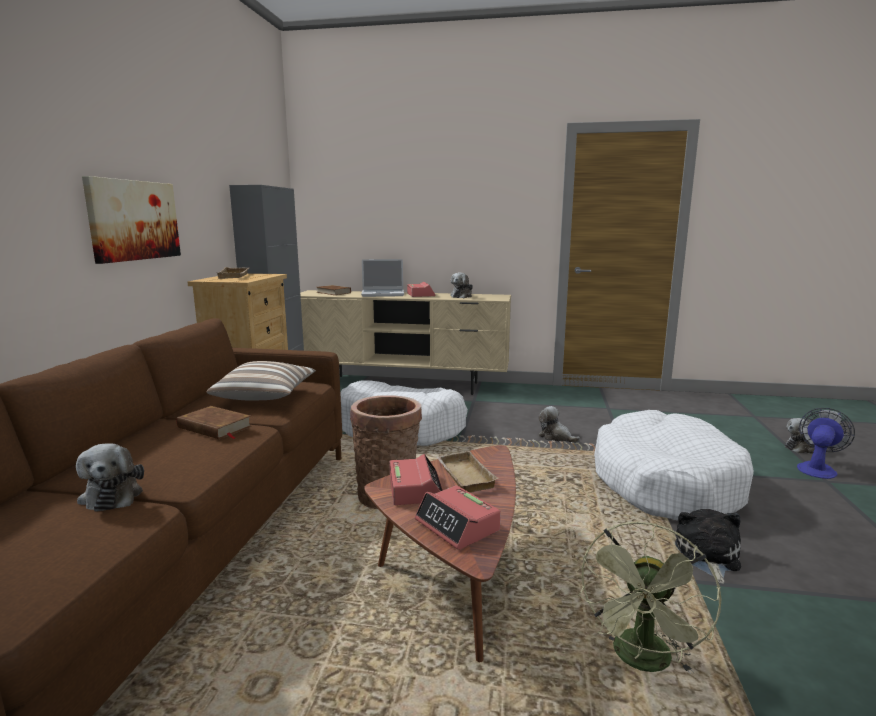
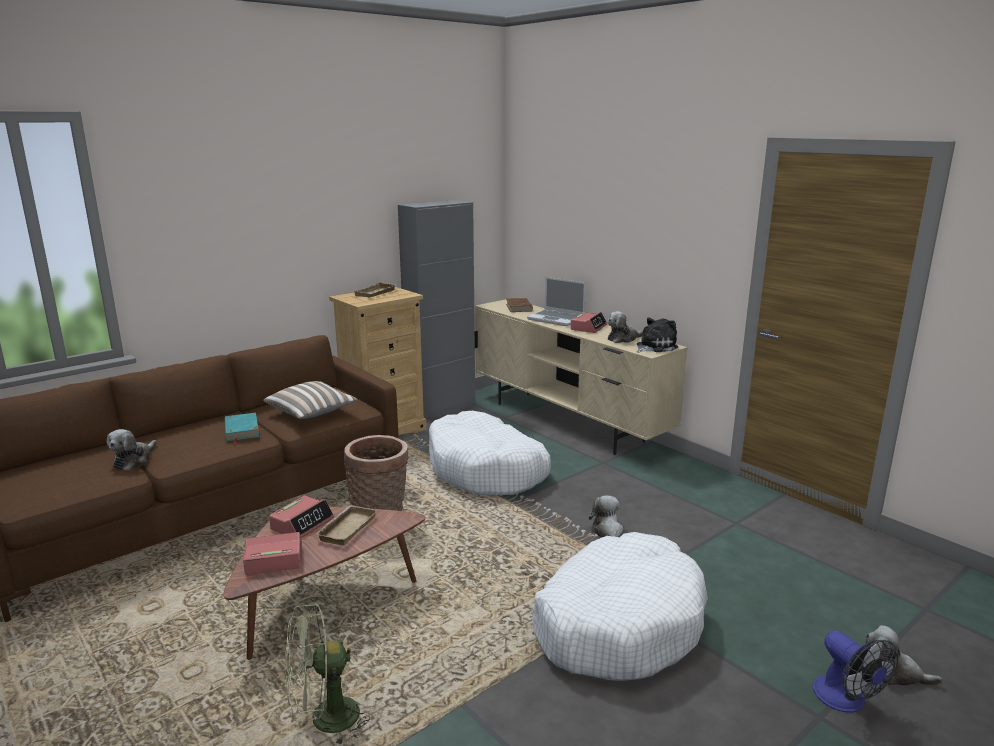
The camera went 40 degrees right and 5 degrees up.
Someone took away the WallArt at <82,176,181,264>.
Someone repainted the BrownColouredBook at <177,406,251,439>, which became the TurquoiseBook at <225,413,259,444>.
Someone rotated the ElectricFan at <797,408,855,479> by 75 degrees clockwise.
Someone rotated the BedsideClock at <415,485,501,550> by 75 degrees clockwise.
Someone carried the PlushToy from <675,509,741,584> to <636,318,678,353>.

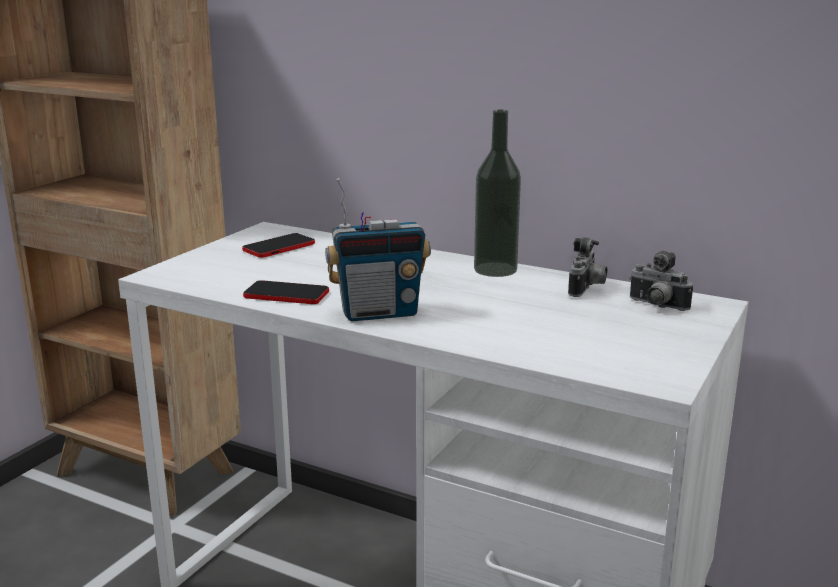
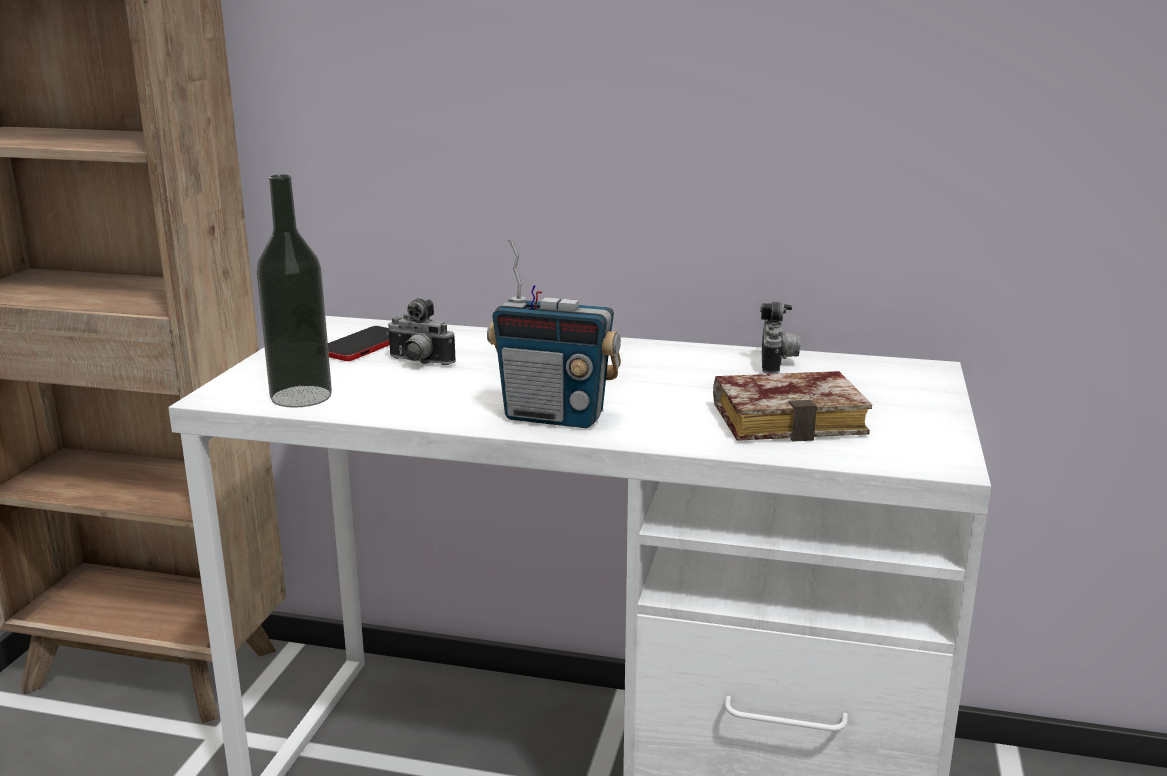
The camera went 15 degrees left and 0 degrees up.
Someone carried the DrinkBottle from <474,110,521,277> to <256,175,332,408>.
Someone rotated the Radio at <325,178,431,321> by 45 degrees clockwise.
Someone carried the StillCamera from <629,251,693,311> to <386,298,456,365>.
Someone took away the Telephone at <243,280,329,304>.
Someone put down the Book at <713,371,872,442>.

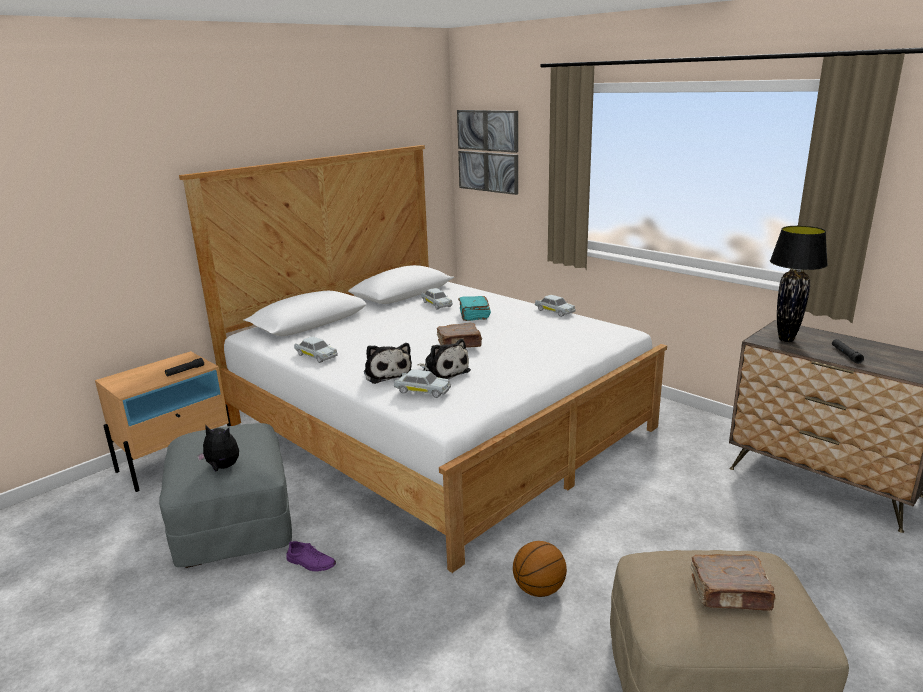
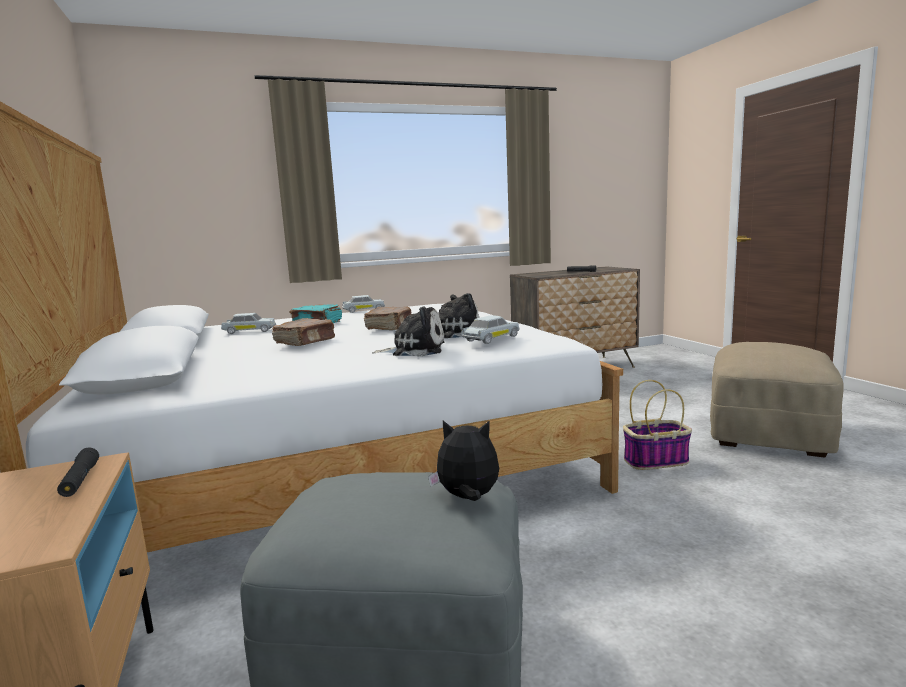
The camera went 65 degrees left and 10 degrees down.
Someone took away the WallArt at <457,110,518,195>.
Someone took away the BlackColouredTableLamp at <770,226,828,342>.
Someone took away the WhitishMiniatureCar at <294,337,338,363>.
Someone rotated the PlushToy at <197,425,239,471> by 60 degrees clockwise.
Someone took away the PurplishItemOfFootwear at <286,541,336,571>.
Someone swapped the BasketballBall at <513,541,567,597> for the StorageBasket at <623,380,692,470>.
Someone carried the BrownColouredBook from <690,554,777,611> to <272,318,335,346>.

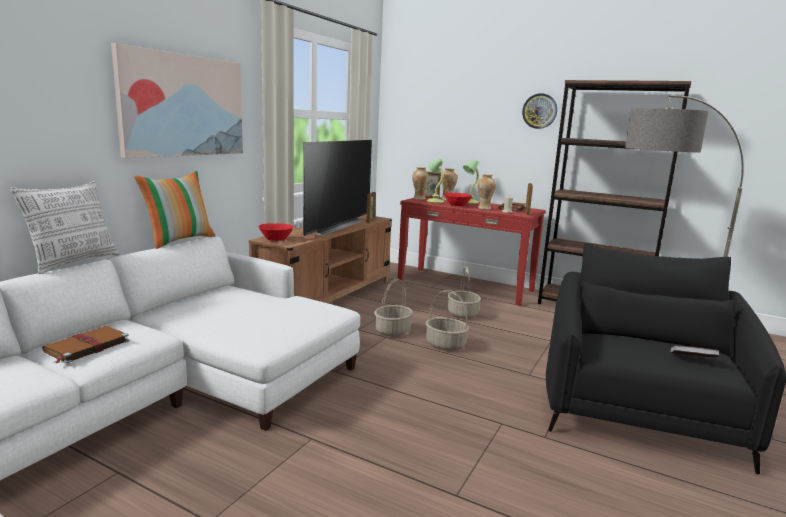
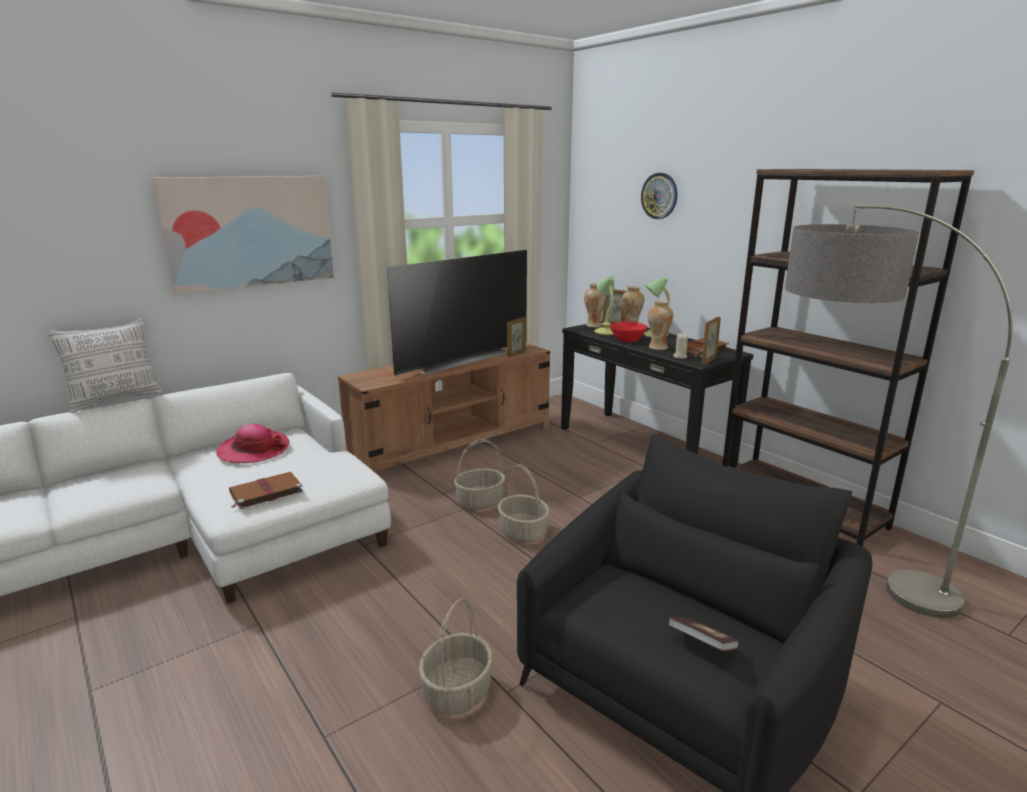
The camera went 25 degrees right and 5 degrees up.
Someone carried the WallClock from <522,93,557,129> to <641,173,677,219>.
Someone took away the Pillow at <134,171,216,249>.
Someone repainted the RedConsoleTable at <398,197,545,306>, which became the BlackColouredConsoleTable at <561,322,753,468>.
Someone took away the RedDeepDish at <259,223,294,241>.
Someone carried the StorageBasket from <448,266,481,319> to <419,598,493,715>.
Someone carried the BrownColouredBook from <42,326,129,363> to <229,472,303,509>.
Someone put down the ClothingHat at <216,424,290,463>.

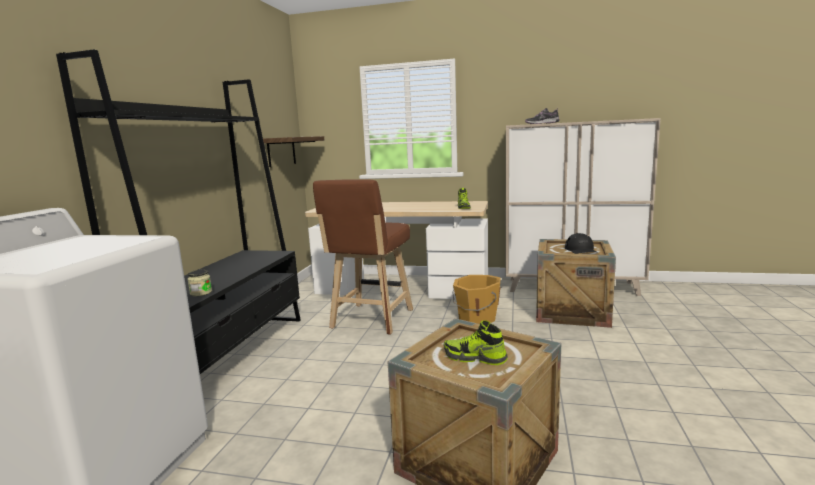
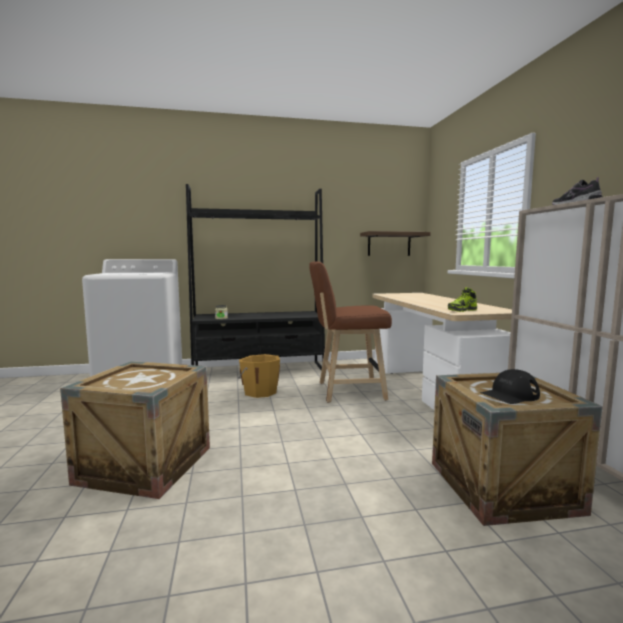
The camera went 65 degrees right and 5 degrees down.
Someone carried the OrangeWaterBucket from <452,275,501,324> to <238,354,280,398>.
Someone took away the ItemOfFootwear at <444,320,507,365>.

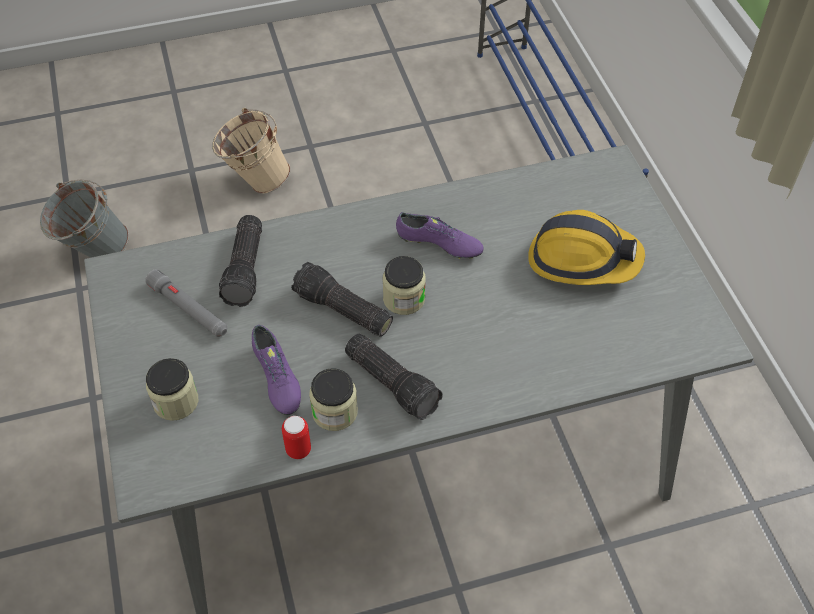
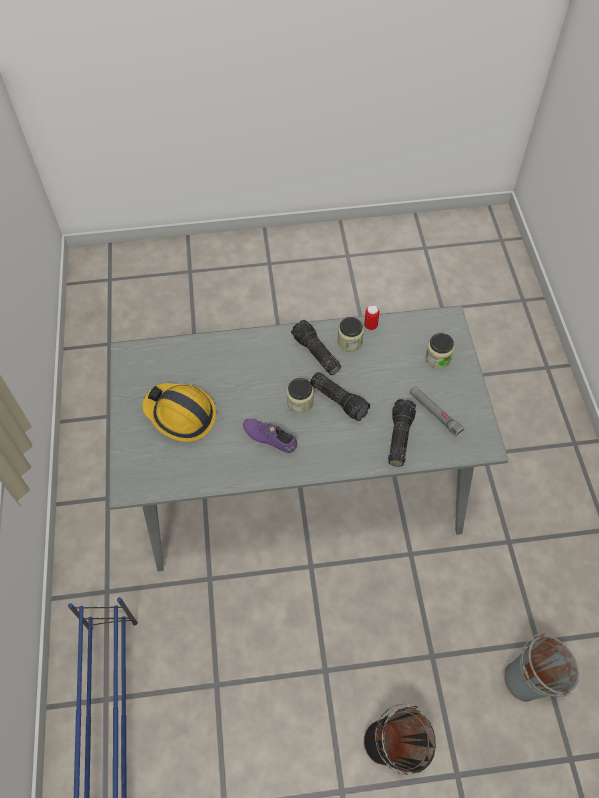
The camera went 170 degrees left and 5 degrees up.
Someone repainted the BeigeColouredWaterBucket at <212,108,291,194>, which became the BlackColouredWaterBucket at <363,704,436,775>.
Someone took away the PurplishItemOfFootwear at <252,325,301,415>.

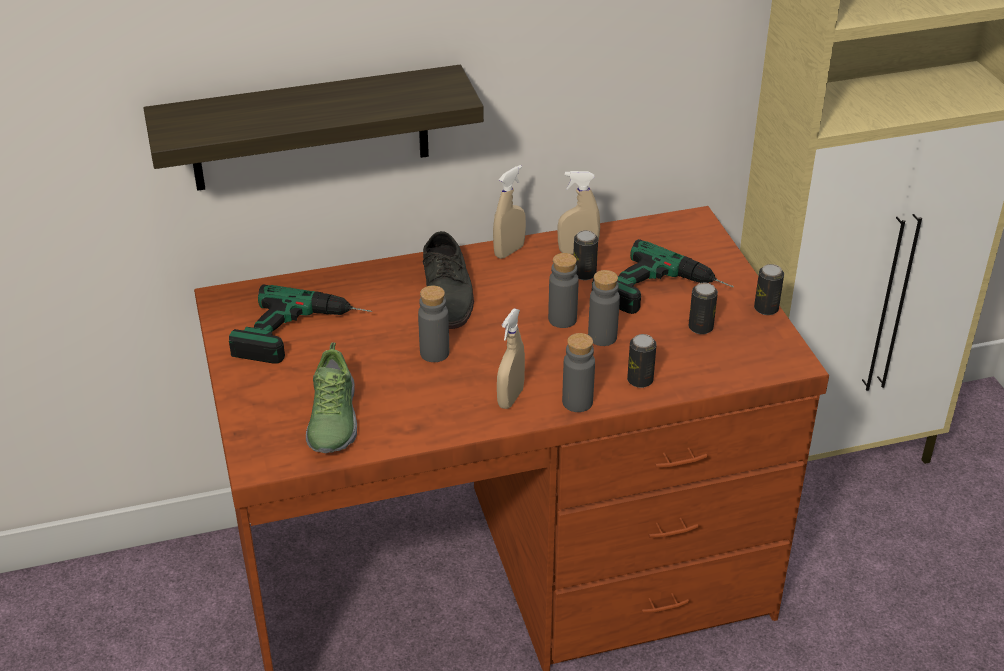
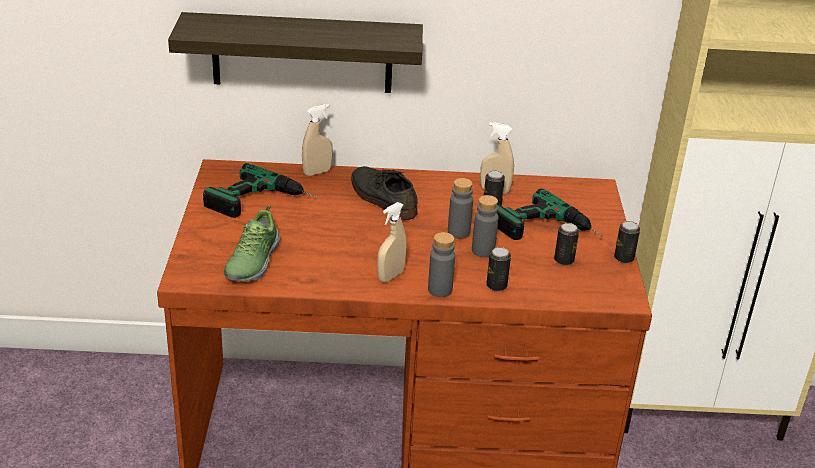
The camera went 15 degrees right and 5 degrees down.
Someone carried the BeigeColouredSprayBottle from <493,165,526,259> to <302,104,333,176>.
Someone rotated the GreyItemOfFootwear at <423,231,474,329> by 135 degrees clockwise.
Someone took away the GreyDrinkBottle at <418,286,449,362>.

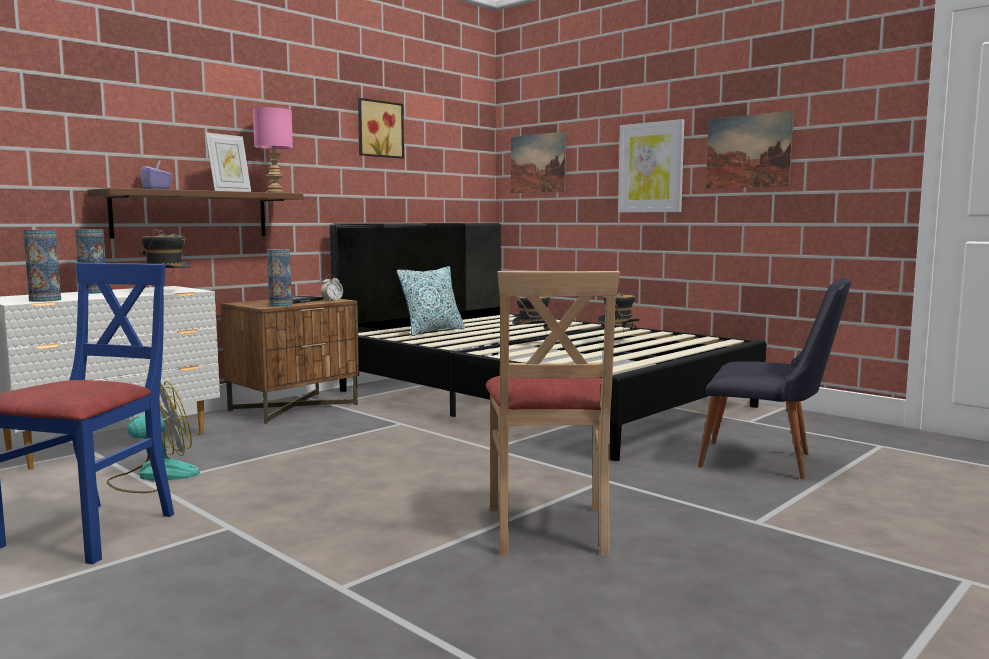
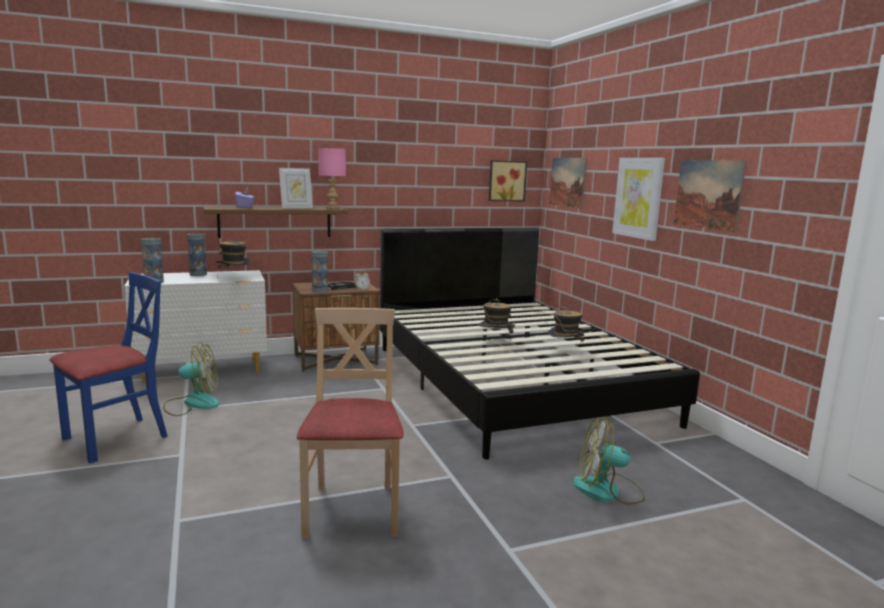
The camera went 25 degrees right and 5 degrees up.
Someone carried the WallArt from <358,98,404,158> to <489,160,527,201>.
Someone took away the Pillow at <397,266,465,336>.
Someone rotated the BeigeColouredChair at <486,271,620,555> by 150 degrees clockwise.
Someone swapped the BlackColouredChair at <698,278,851,479> for the ElectricFan at <573,417,645,505>.

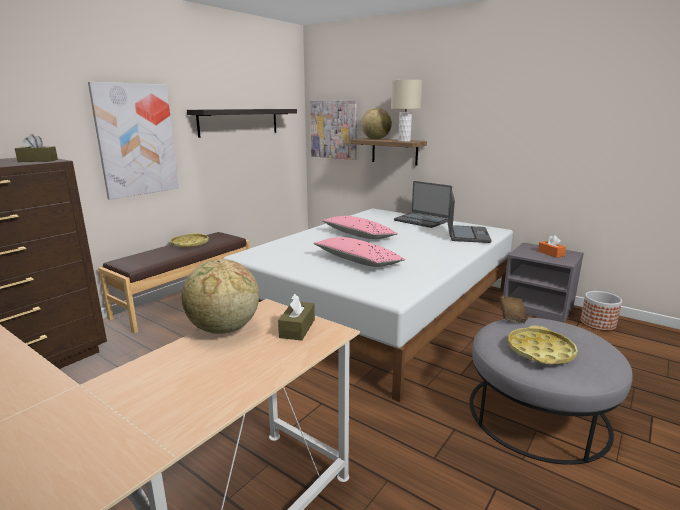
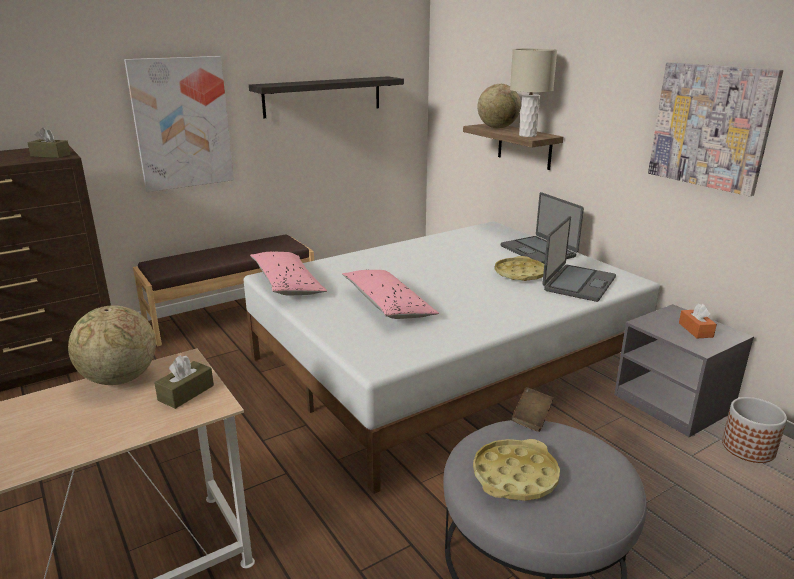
The camera went 20 degrees right and 5 degrees up.
Someone carried the WallArt from <310,100,357,160> to <648,62,783,196>.
Someone carried the PinkPillow from <322,216,398,239> to <250,252,327,296>.
Someone carried the YellowishTray from <170,233,209,248> to <495,256,544,281>.

